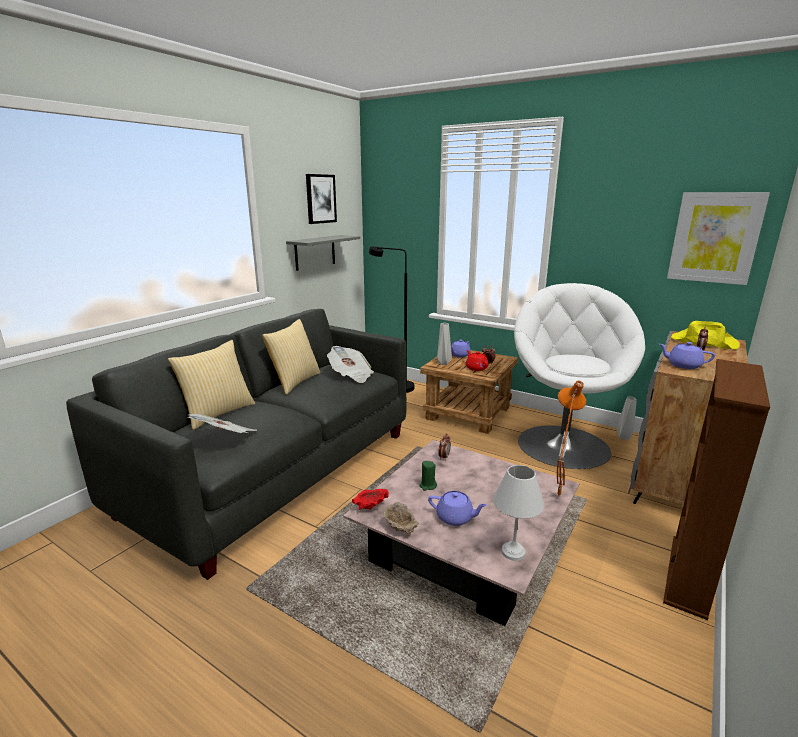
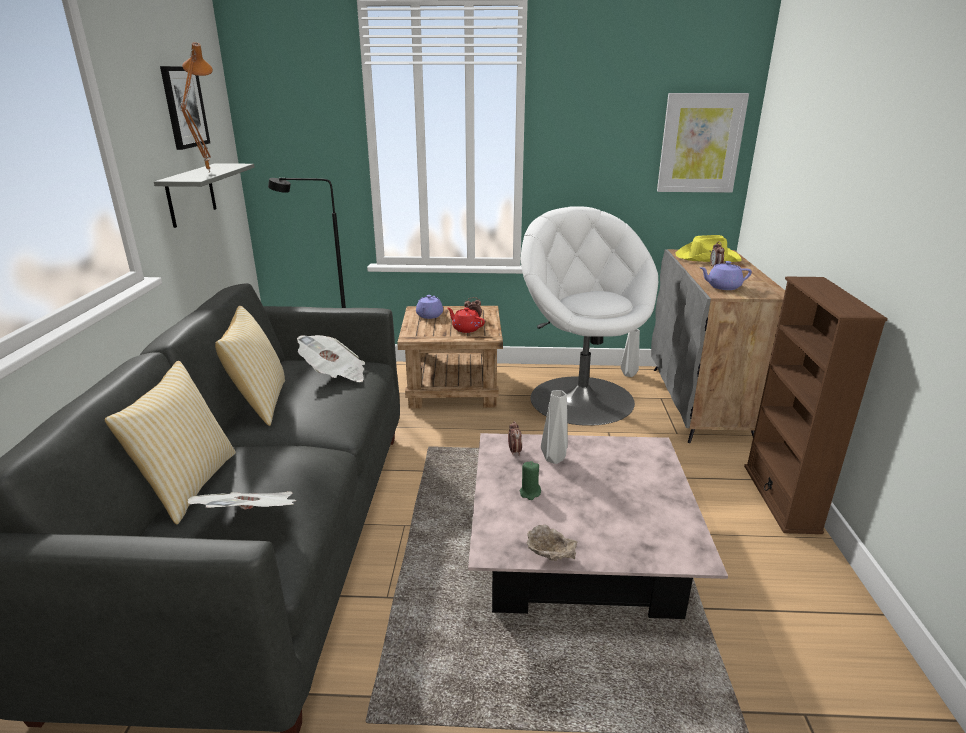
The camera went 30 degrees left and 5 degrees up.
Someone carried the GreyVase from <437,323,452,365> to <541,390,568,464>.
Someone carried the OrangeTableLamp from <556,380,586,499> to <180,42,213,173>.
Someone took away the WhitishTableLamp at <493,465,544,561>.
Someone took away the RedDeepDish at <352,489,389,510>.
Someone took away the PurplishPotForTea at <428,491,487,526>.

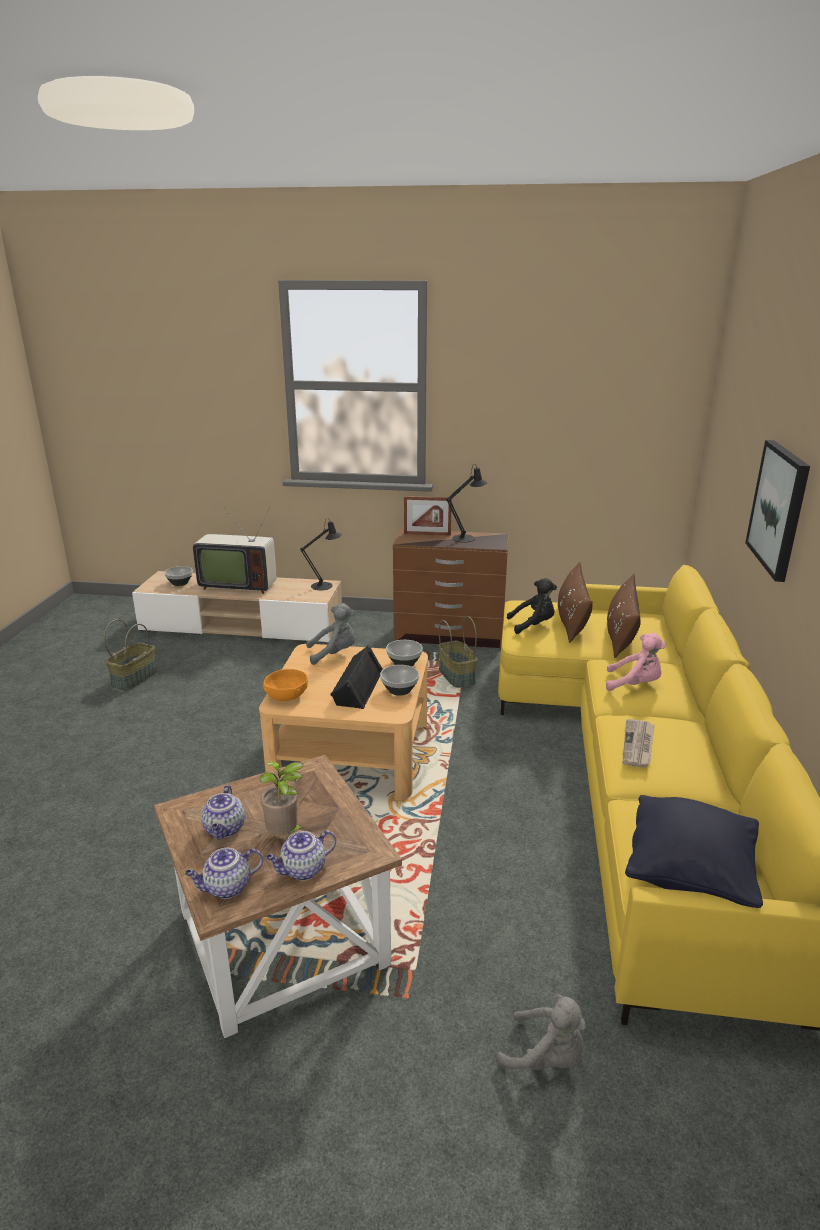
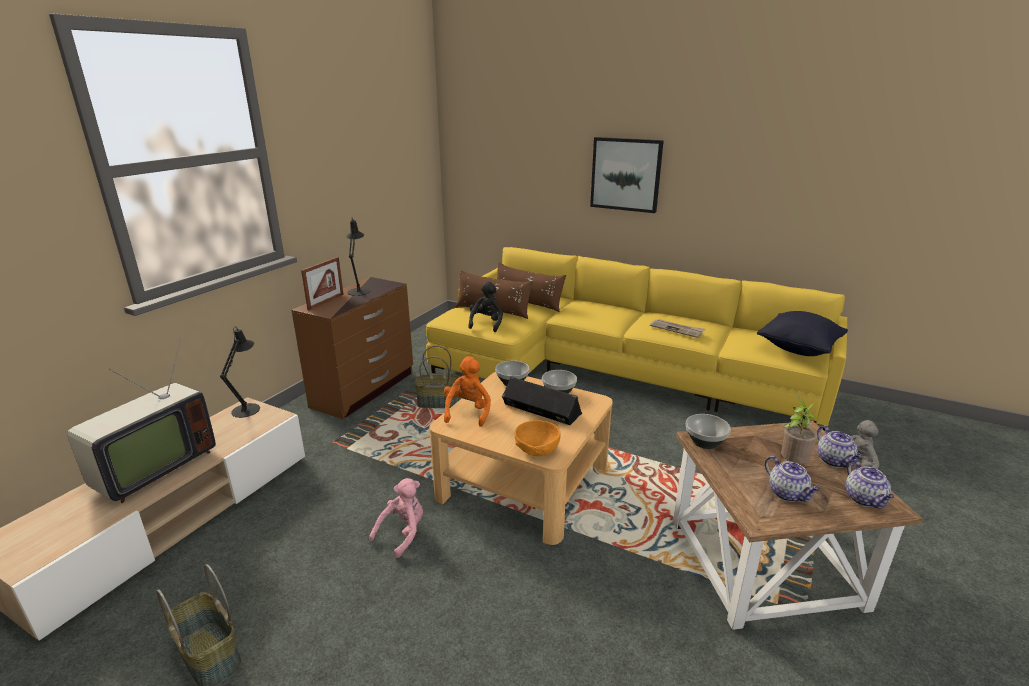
The camera went 70 degrees left and 0 degrees up.
Someone carried the DeepDish from <164,566,193,586> to <686,414,731,449>.
Someone repainted the GreyPlushToy at <306,603,355,665>, which became the OrangePlushToy at <444,356,491,427>.
Someone carried the PinkPlushToy from <606,633,666,691> to <369,478,423,558>.
Someone rotated the PotForTea at <201,785,245,839> by 45 degrees clockwise.

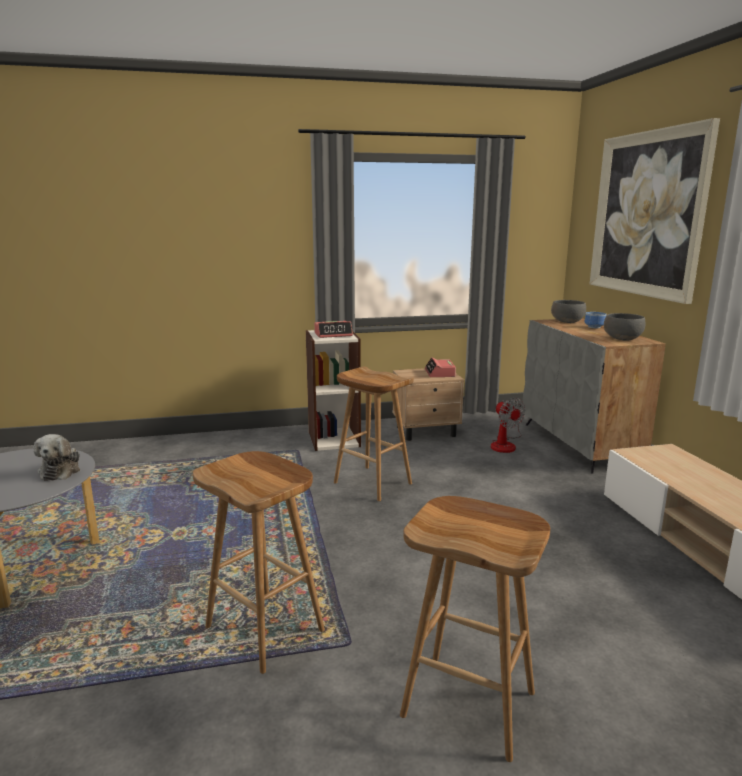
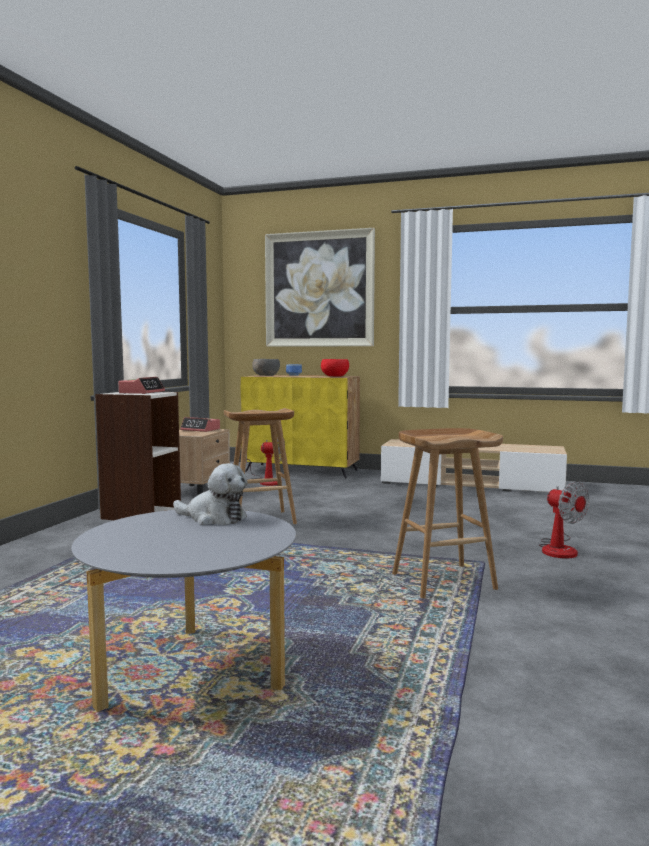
The camera went 60 degrees left and 10 degrees down.
Someone repainted the GreyDeepDish at <604,313,646,341>, which became the RedDeepDish at <321,359,349,377>.
Someone repainted the GreyCabinet at <523,318,666,474>, which became the YellowishCabinet at <241,375,360,478>.
Someone swapped the BrownColouredStoolSeat at <400,496,550,762> for the ElectricFan at <539,481,590,559>.

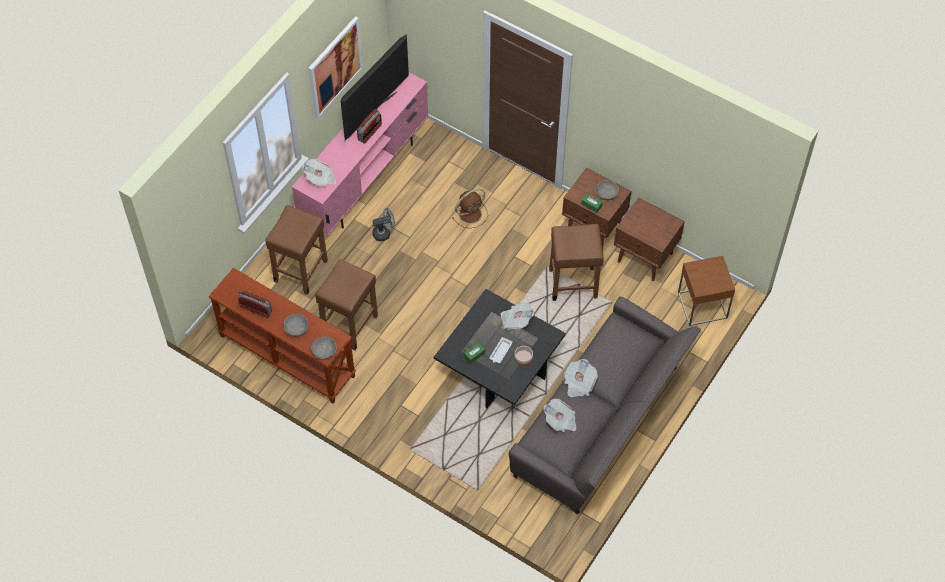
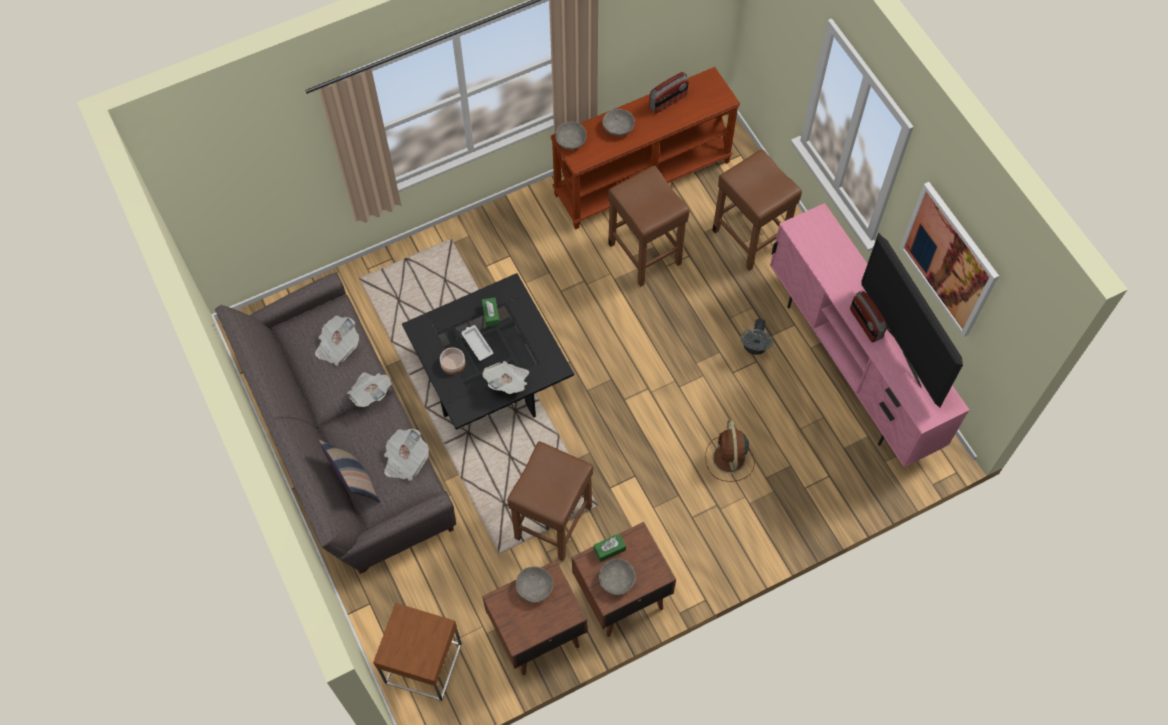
The camera went 120 degrees right and 5 degrees up.
Someone carried the PrintedPaper from <302,159,336,186> to <384,429,429,481>.
Someone put down the Pillow at <319,440,380,503>.
Someone put down the GreyDeepDish at <515,566,553,603>.

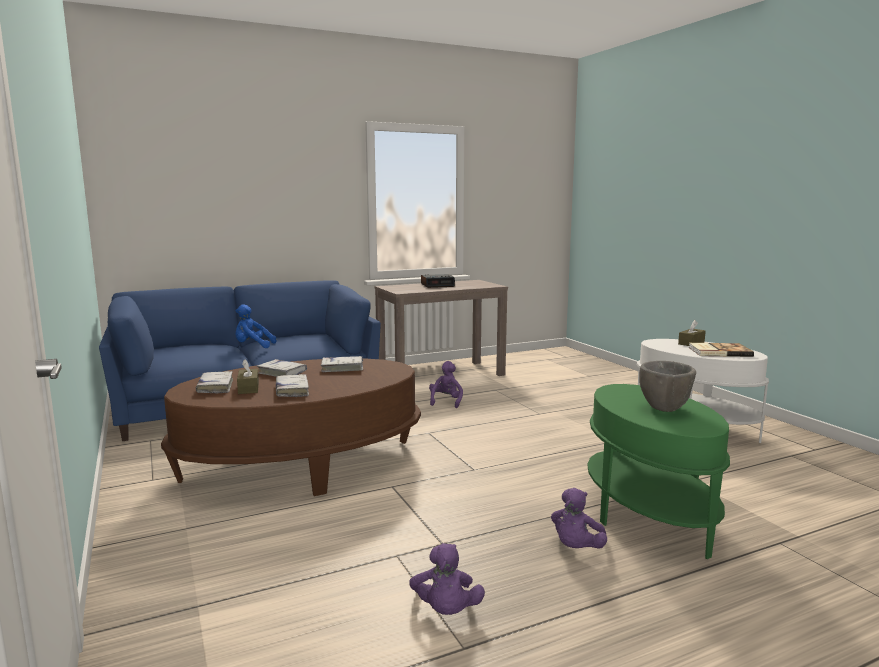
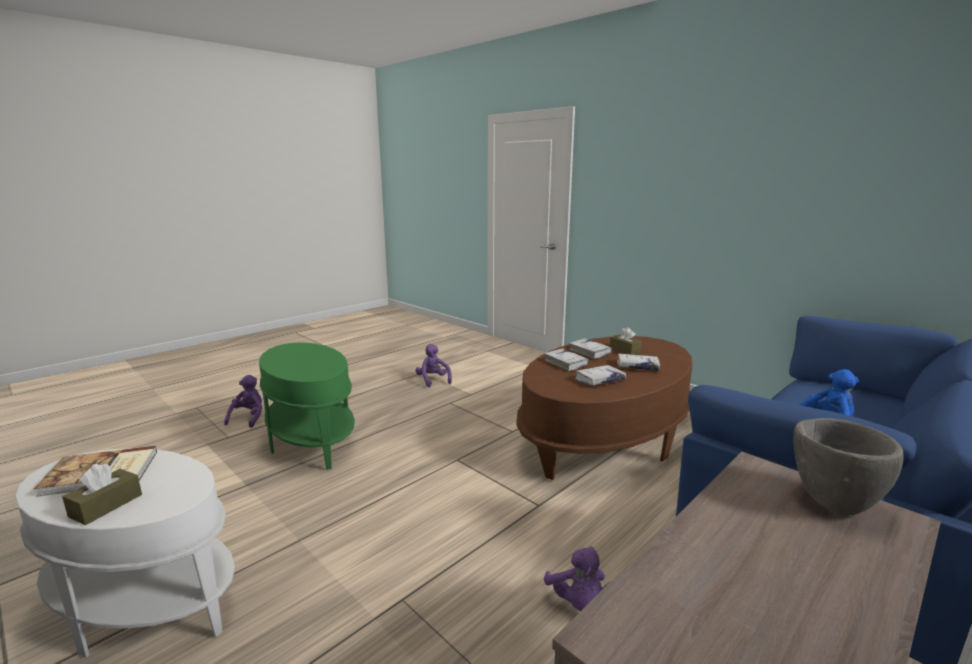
The camera went 160 degrees right and 5 degrees up.
Someone took away the BedsideClock at <421,274,455,288>.
Someone carried the GreyDeepDish from <639,361,696,412> to <793,418,904,515>.
Someone carried the WhitishBook from <196,371,233,394> to <544,348,589,371>.
Someone carried the PurplishPlushToy from <551,488,607,549> to <224,375,262,428>.

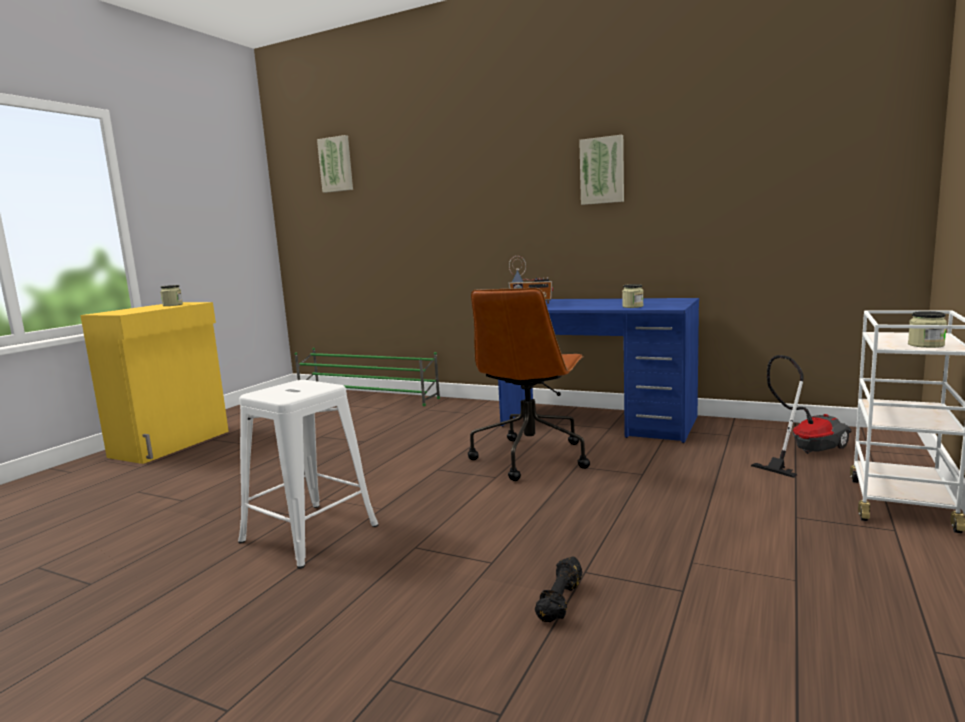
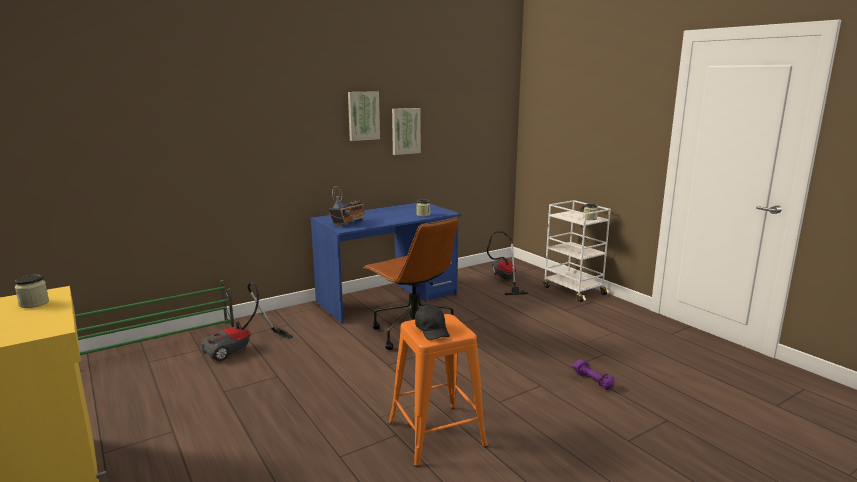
The camera went 60 degrees left and 5 degrees up.
Someone carried the WallArt from <317,135,353,193> to <392,108,421,155>.
Someone repainted the WhitishStoolSeat at <238,380,378,569>, which became the OrangeStoolSeat at <388,314,488,467>.
Someone repainted the BlackColouredHandWeight at <535,557,582,622>, which became the PurplishHandWeight at <572,359,615,390>.
Someone put down the Hoover at <201,281,293,361>.
Someone put down the BlackColouredPeakedCap at <415,305,450,340>.

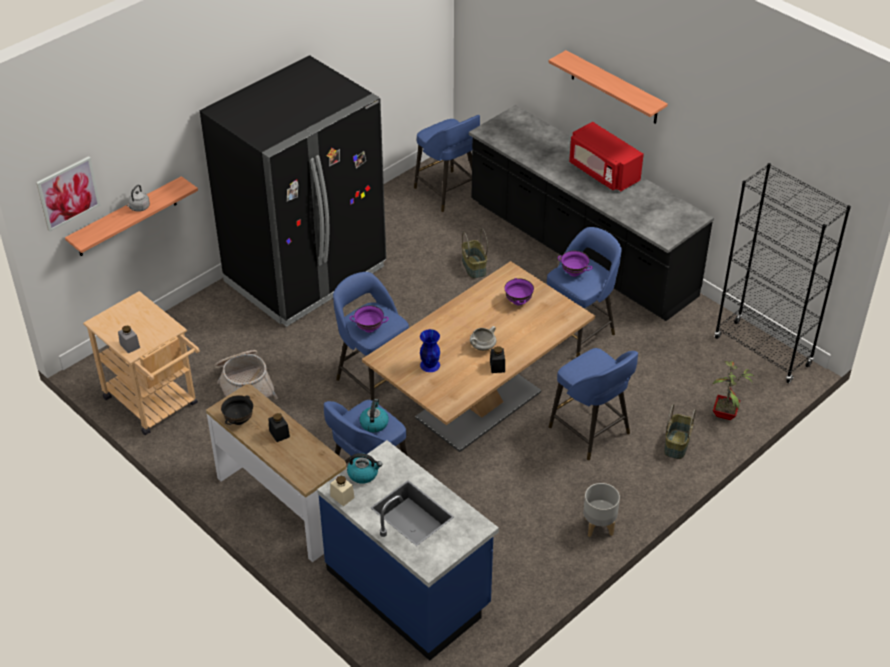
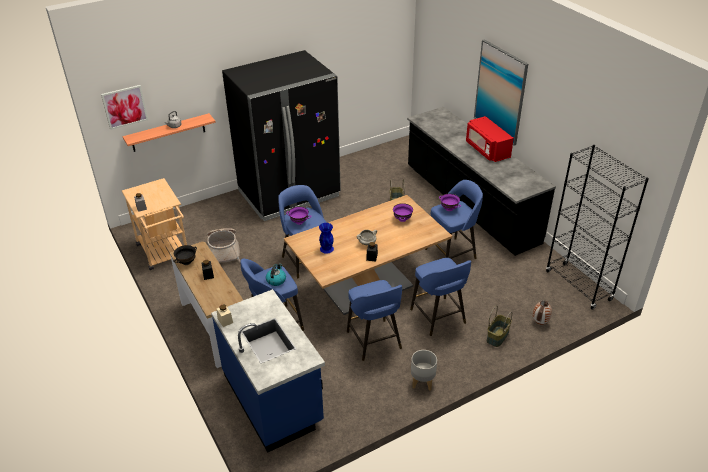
The camera went 15 degrees right and 5 degrees down.
Someone swapped the BracketShelf at <548,50,668,124> for the WallArt at <474,39,528,145>.
Someone carried the BlueStoolSeat from <414,115,480,212> to <347,280,402,361>.
Someone swapped the PlantInAPot at <712,361,754,420> for the Vase at <533,300,552,324>.
Someone took away the WaterKettle at <347,453,382,484>.

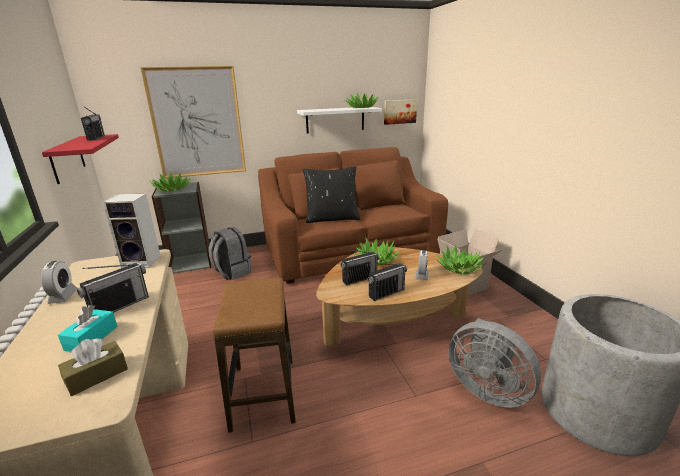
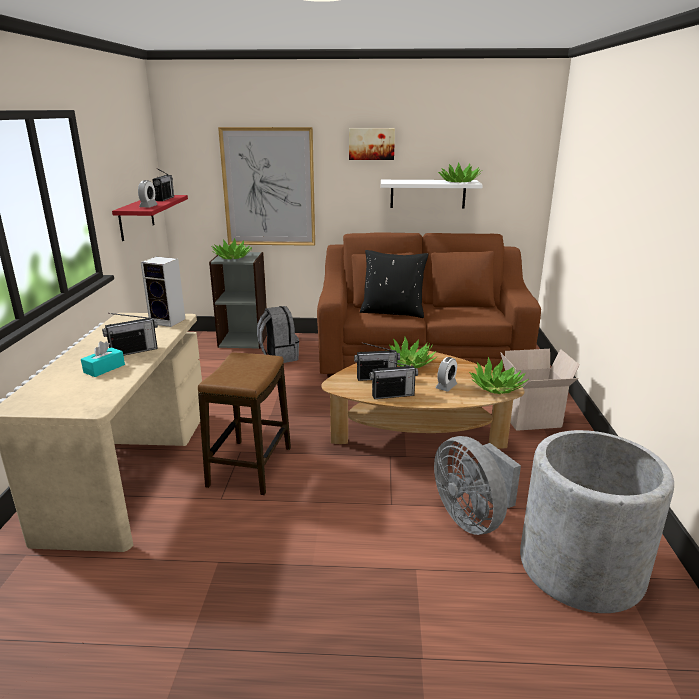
The camera went 20 degrees right and 0 degrees up.
Someone carried the WallArt from <384,99,417,125> to <349,128,395,160>.
Someone carried the BedsideClock from <41,261,78,304> to <138,180,158,207>.
Someone took away the BrownColouredTissueBox at <58,339,128,396>.

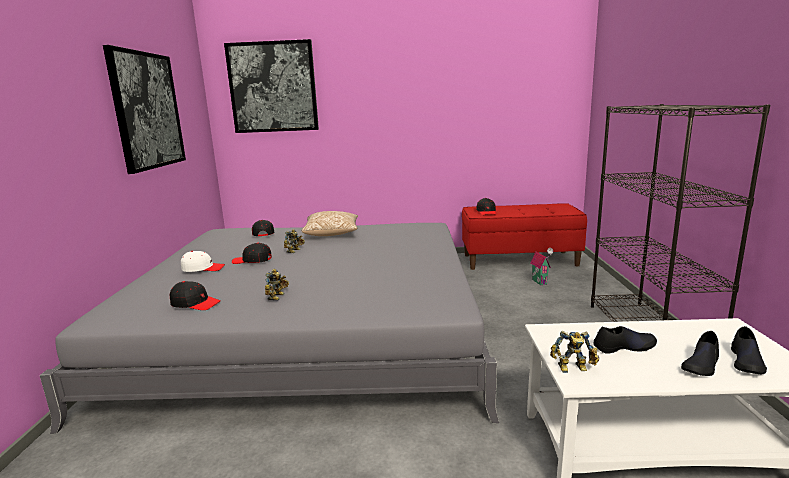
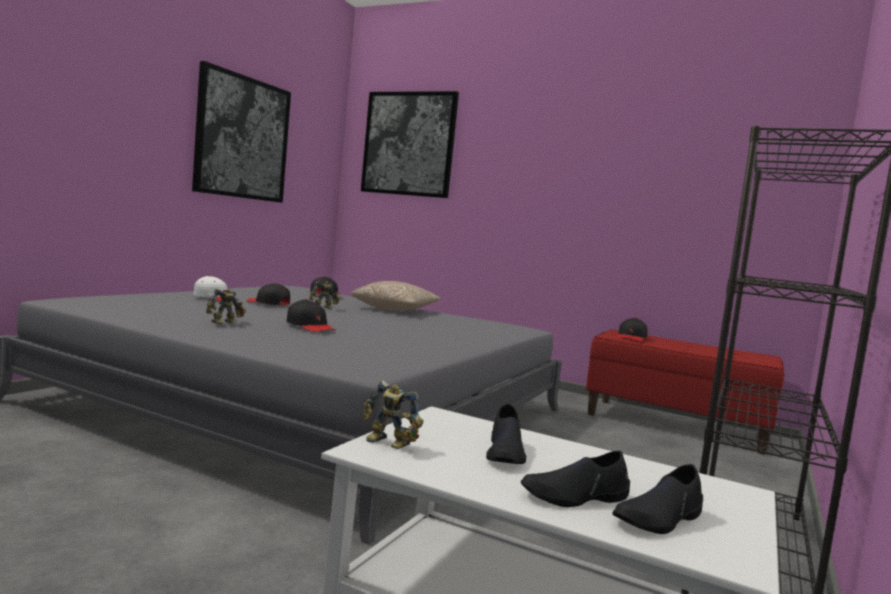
The camera went 25 degrees right and 10 degrees down.
Someone took away the ToyHouse at <530,248,553,285>.
Someone carried the BlackColouredPeakedCap from <170,281,221,310> to <286,299,336,332>.
Someone rotated the BlackColouredItemOfFootwear at <593,326,657,354> by 75 degrees clockwise.

